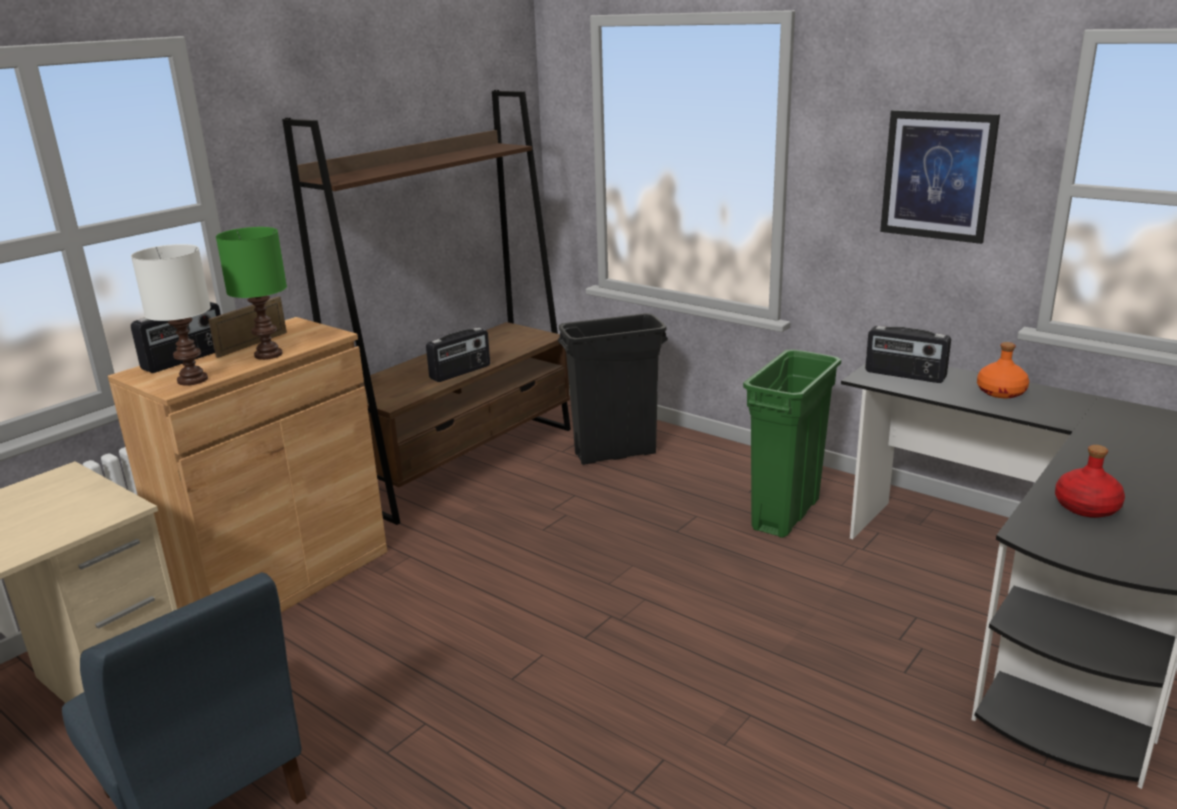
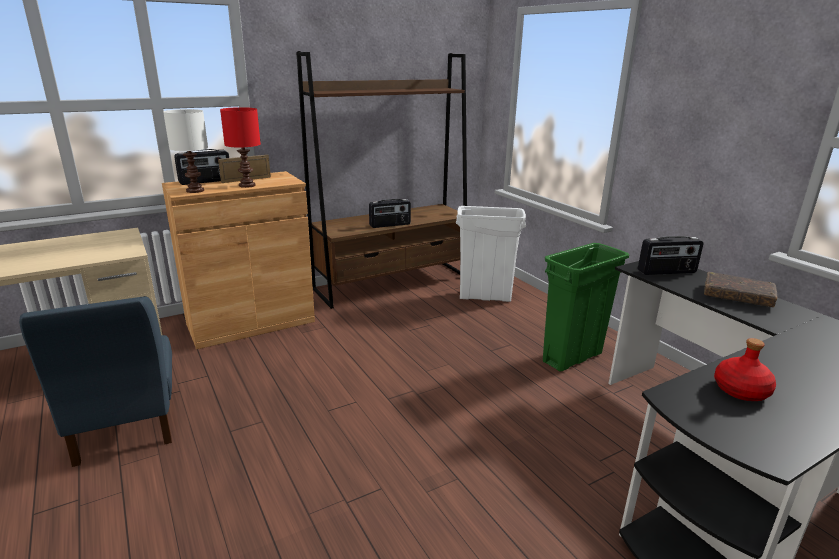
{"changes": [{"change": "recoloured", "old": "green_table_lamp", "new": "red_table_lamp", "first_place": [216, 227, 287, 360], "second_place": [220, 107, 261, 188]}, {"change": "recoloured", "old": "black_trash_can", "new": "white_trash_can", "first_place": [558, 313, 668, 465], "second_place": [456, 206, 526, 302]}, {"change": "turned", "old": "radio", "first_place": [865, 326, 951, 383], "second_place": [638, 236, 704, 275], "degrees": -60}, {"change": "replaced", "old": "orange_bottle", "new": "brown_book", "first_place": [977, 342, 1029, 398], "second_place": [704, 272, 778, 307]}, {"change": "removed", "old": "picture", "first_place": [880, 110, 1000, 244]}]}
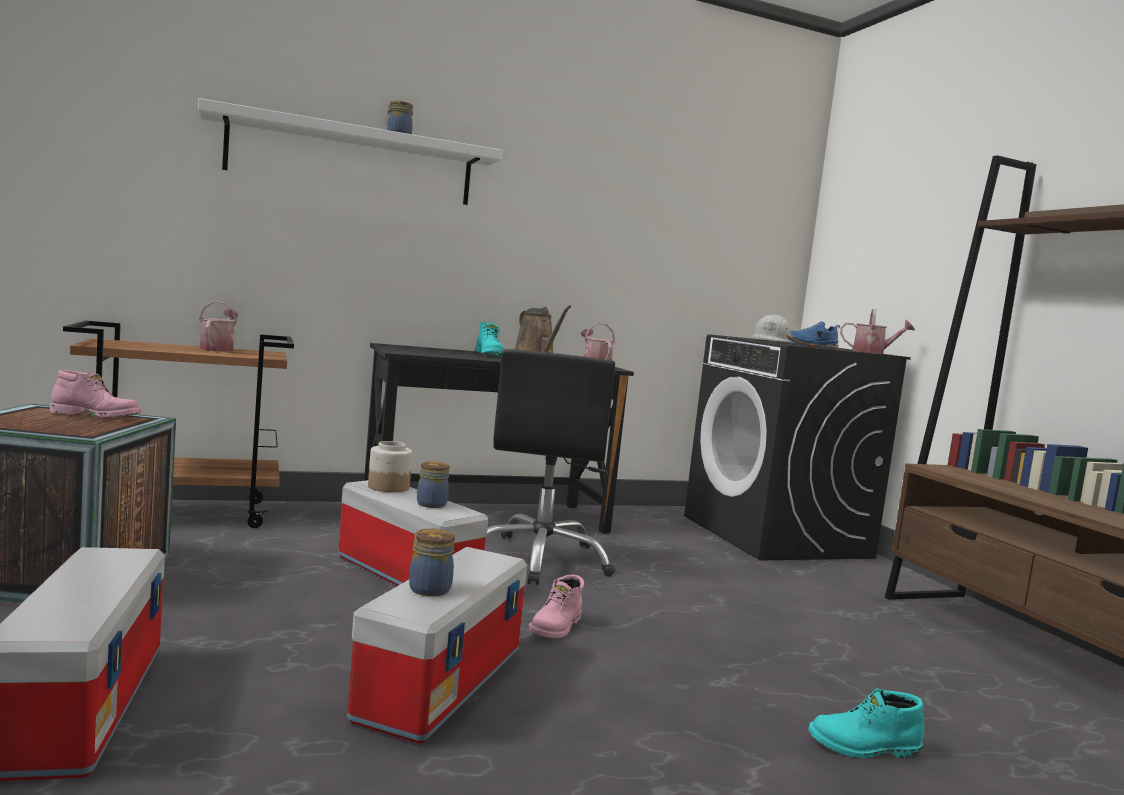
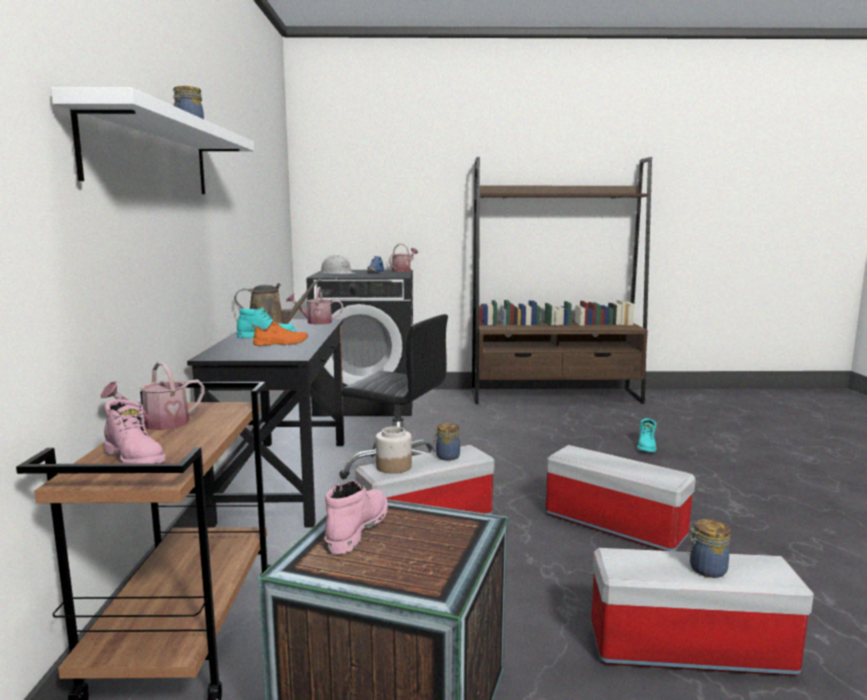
{"changes": [{"change": "turned", "old": "watering_can", "first_place": [199, 301, 238, 352], "second_place": [101, 361, 204, 430], "degrees": -60}, {"change": "moved", "old": "pink_boot", "first_place": [528, 575, 584, 638], "second_place": [104, 399, 166, 464]}, {"change": "added", "new": "orange_shoe", "second_place": [252, 316, 308, 346]}, {"change": "moved", "old": "jar", "first_place": [409, 529, 455, 596], "second_place": [687, 519, 730, 578]}]}
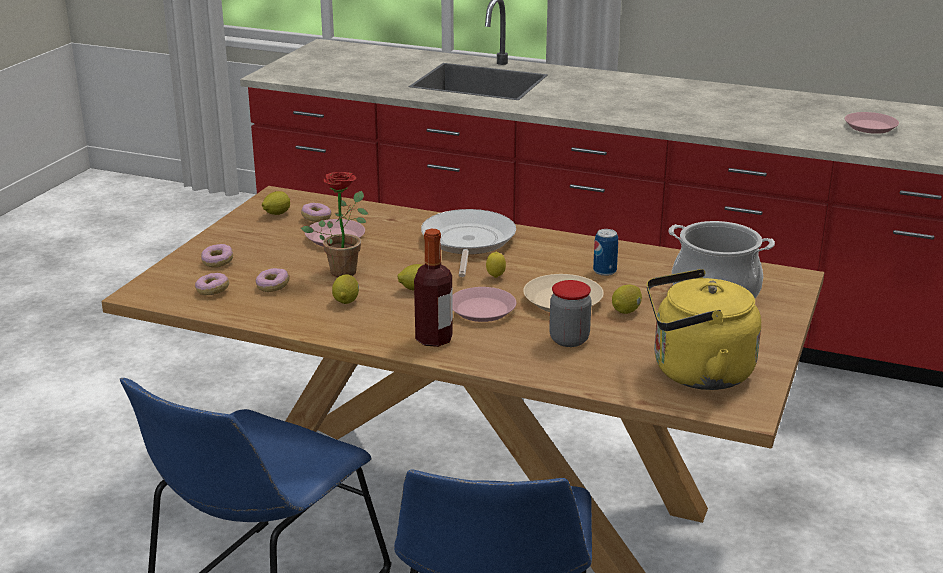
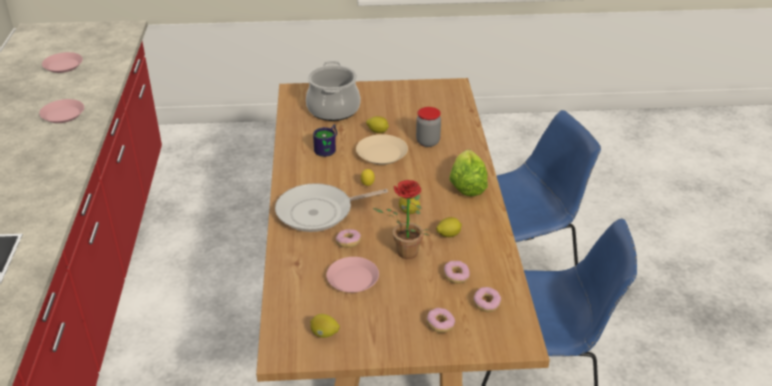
{"changes": [{"change": "moved", "old": "pink_plate", "first_place": [452, 287, 516, 322], "second_place": [39, 99, 84, 123]}, {"change": "replaced", "old": "can", "new": "mug", "first_place": [593, 229, 618, 276], "second_place": [313, 124, 337, 157]}, {"change": "moved", "old": "donut", "first_place": [301, 203, 332, 222], "second_place": [336, 229, 361, 248]}, {"change": "replaced", "old": "bottle", "new": "lettuce", "first_place": [414, 229, 453, 347], "second_place": [450, 150, 488, 196]}, {"change": "removed", "old": "yellow_kettle", "first_place": [647, 269, 761, 390]}]}
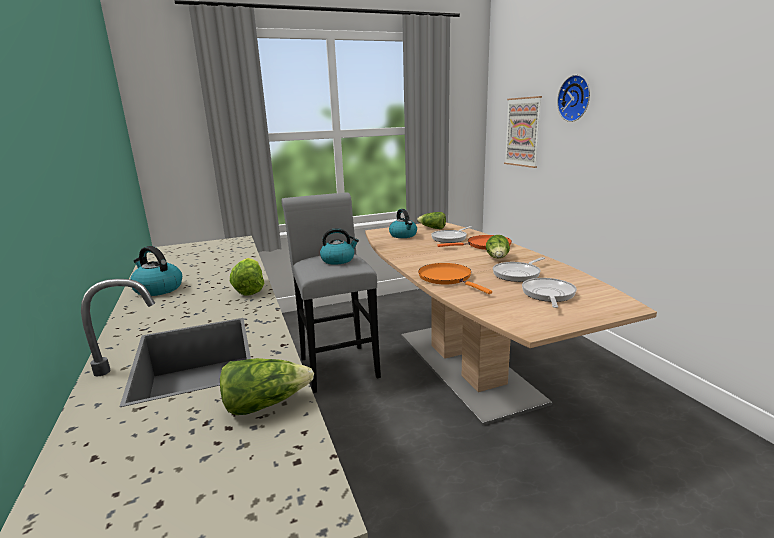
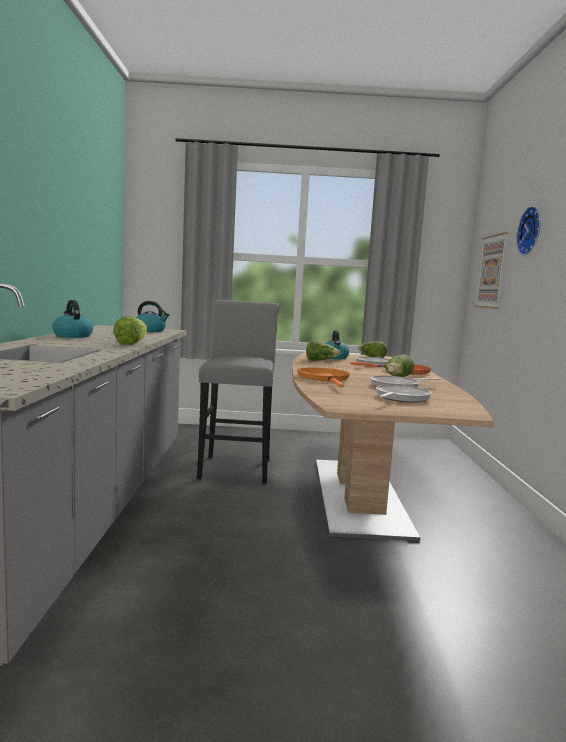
{"changes": [{"change": "moved", "old": "kettle", "first_place": [320, 228, 359, 265], "second_place": [136, 301, 170, 332]}, {"change": "moved", "old": "lettuce", "first_place": [220, 358, 314, 415], "second_place": [306, 341, 340, 361]}]}
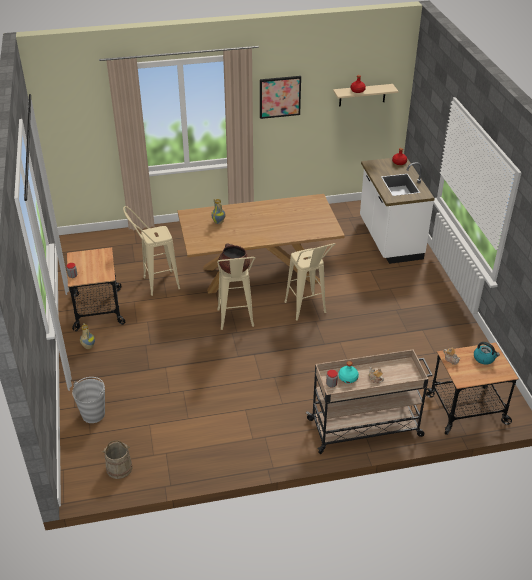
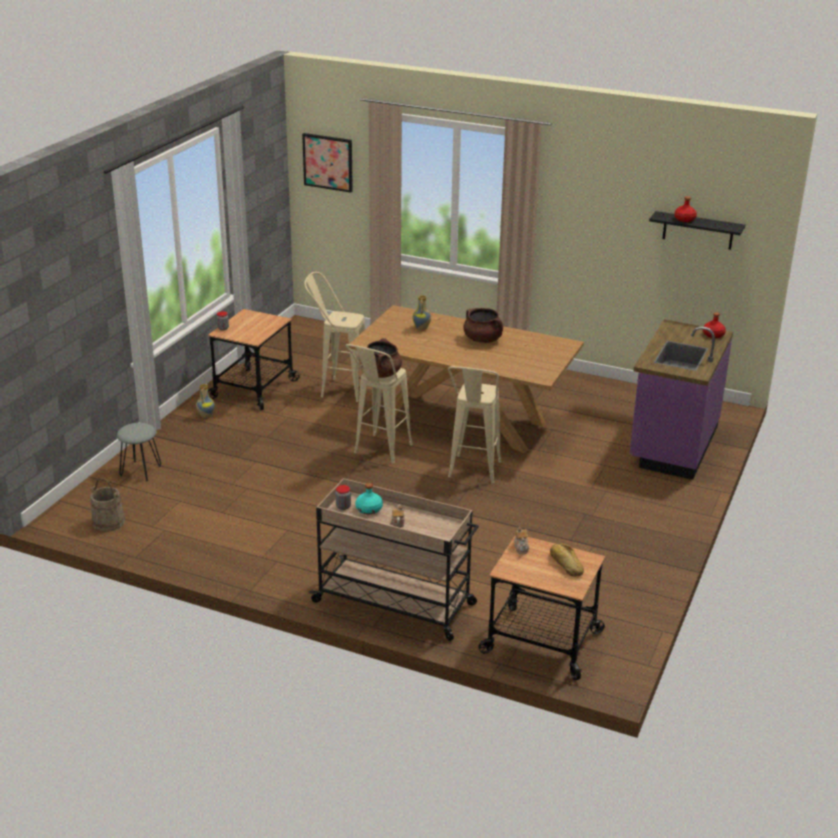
{"changes": [{"change": "replaced", "old": "grey_bucket", "new": "grey_stool", "first_place": [72, 377, 105, 423], "second_place": [117, 423, 161, 481]}, {"change": "moved", "old": "picture", "first_place": [260, 76, 301, 119], "second_place": [302, 133, 353, 193]}, {"change": "added", "new": "brown_cooking_pot", "second_place": [463, 308, 503, 343]}, {"change": "replaced", "old": "kettle", "new": "bread", "first_place": [474, 342, 500, 365], "second_place": [550, 543, 584, 576]}, {"change": "recoloured", "old": "white_counter", "new": "purple_counter", "first_place": [360, 158, 434, 264], "second_place": [630, 320, 733, 480]}, {"change": "recoloured", "old": "beige_shelf", "new": "black_shelf", "first_place": [333, 84, 398, 107], "second_place": [649, 211, 745, 250]}]}
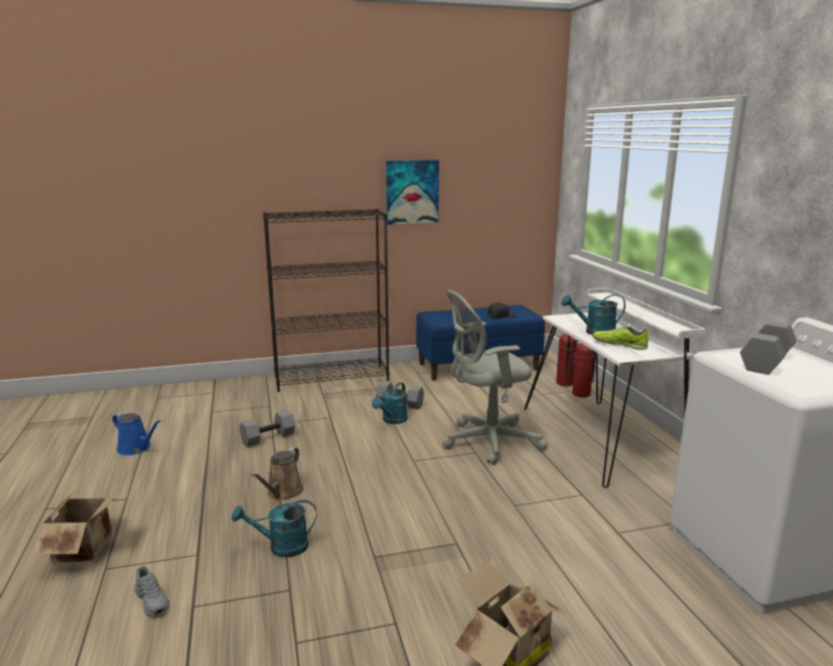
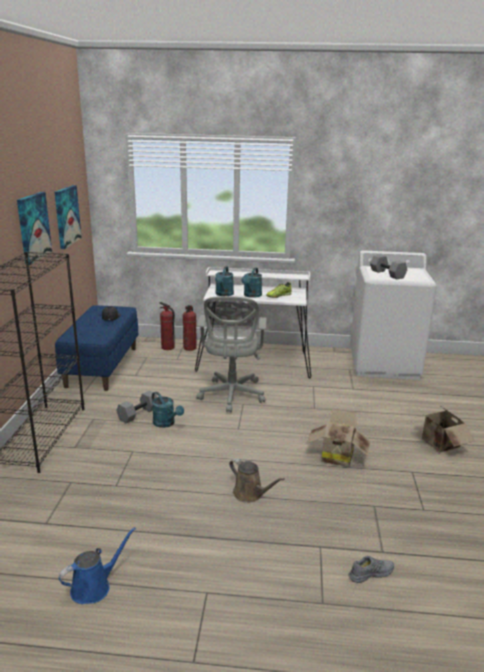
{"changes": [{"change": "added", "new": "picture", "second_place": [55, 185, 82, 249]}, {"change": "moved", "old": "turquoise_watering_can", "first_place": [232, 500, 316, 557], "second_place": [215, 266, 234, 296]}, {"change": "moved", "old": "cardboard_box", "first_place": [33, 485, 123, 563], "second_place": [306, 409, 371, 467]}, {"change": "removed", "old": "grey_dumbbell", "first_place": [239, 410, 295, 447]}]}
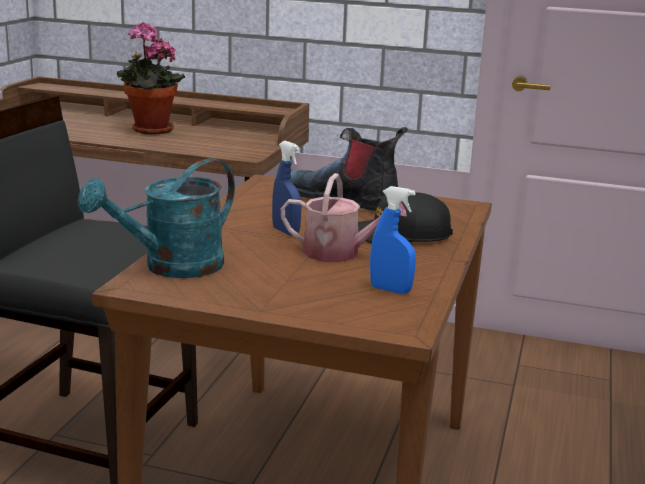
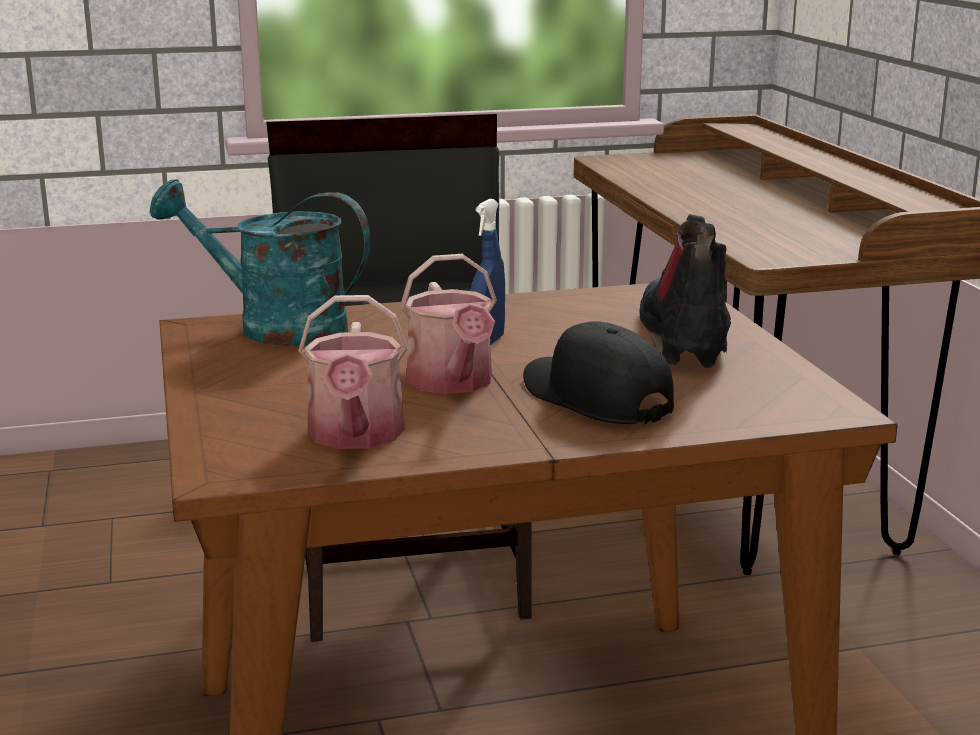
{"changes": [{"change": "replaced", "old": "blue_spray_bottle", "new": "watering_can", "first_place": [370, 186, 416, 294], "second_place": [298, 295, 408, 449]}, {"change": "removed", "old": "potted_plant", "first_place": [117, 22, 185, 134]}]}
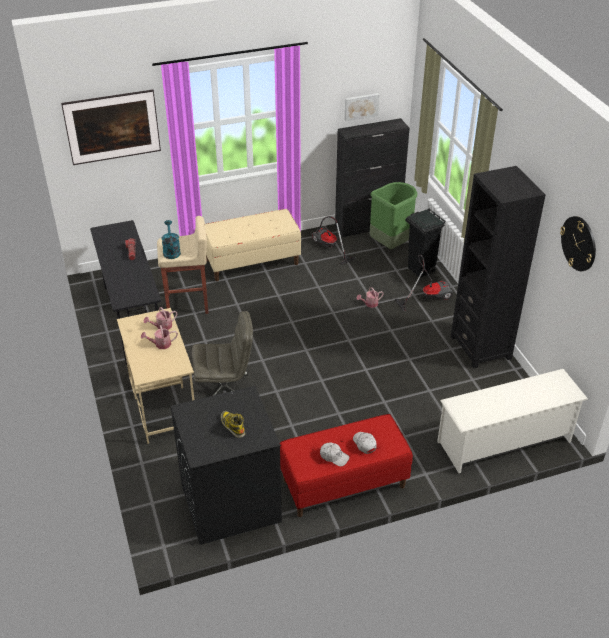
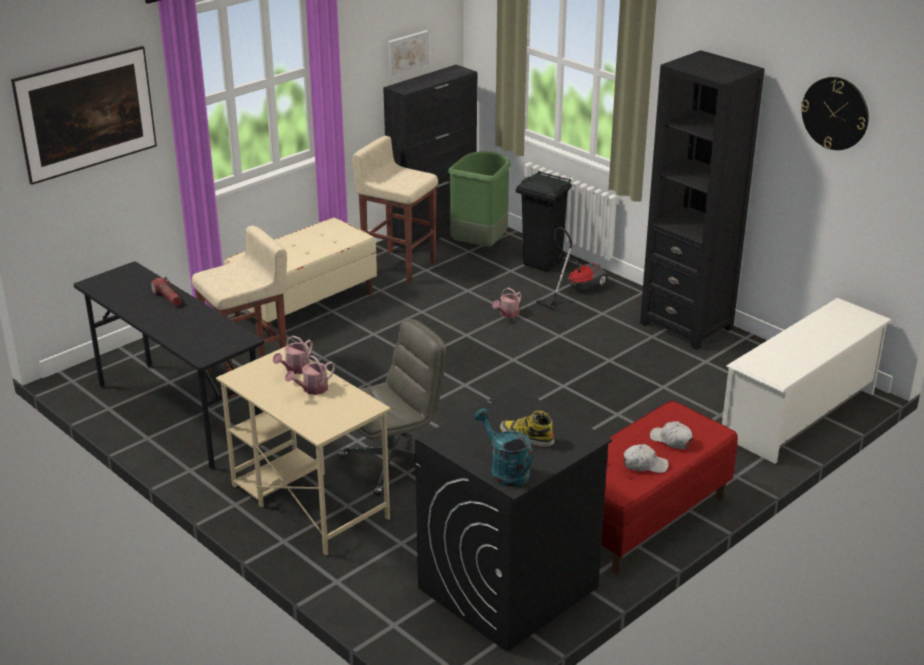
{"changes": [{"change": "replaced", "old": "vacuum_cleaner", "new": "beige_stool", "first_place": [311, 216, 356, 265], "second_place": [352, 136, 438, 283]}, {"change": "moved", "old": "turquoise_watering_can", "first_place": [162, 220, 181, 259], "second_place": [474, 408, 533, 487]}]}
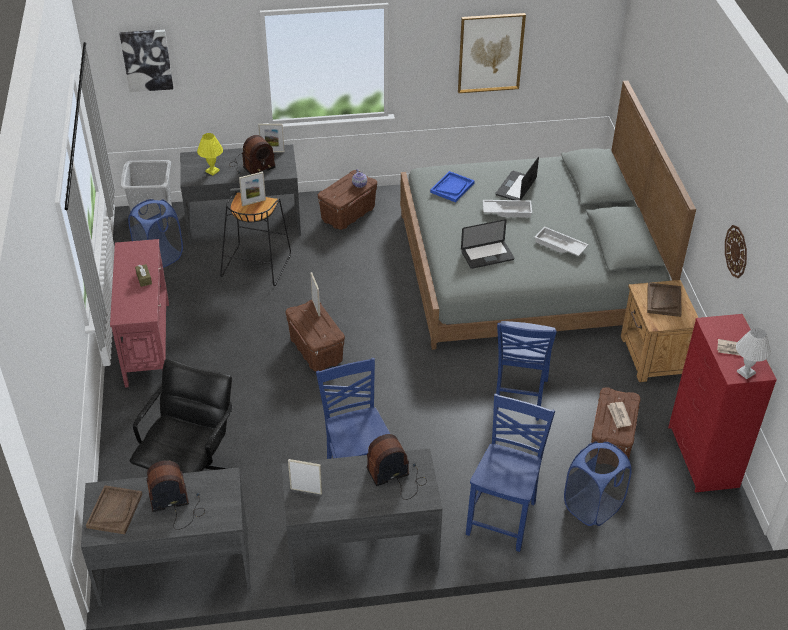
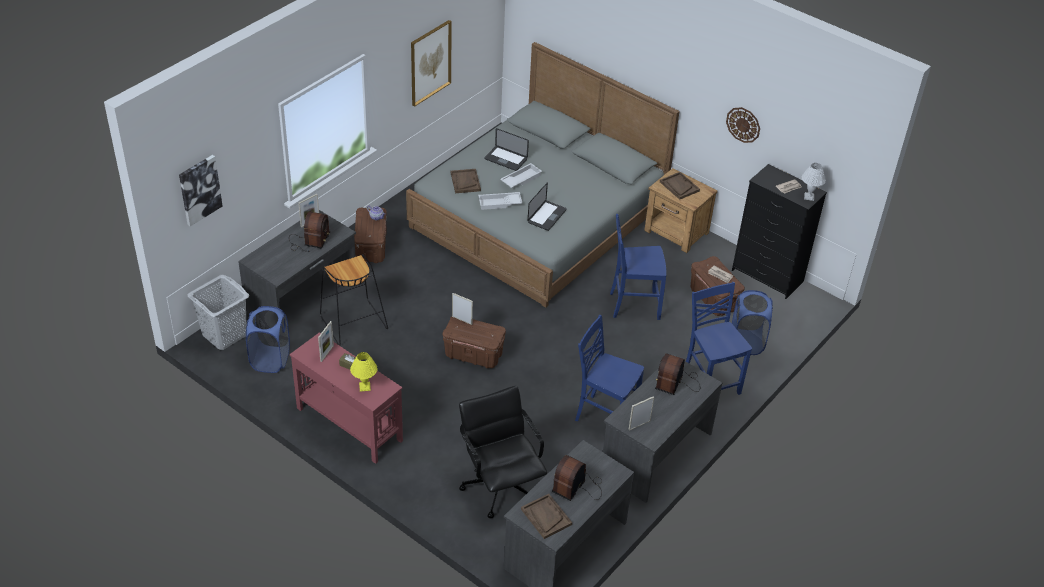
{"changes": [{"change": "moved", "old": "picture_frame", "first_place": [239, 172, 266, 206], "second_place": [318, 321, 334, 362]}, {"change": "moved", "old": "yellow_table_lamp", "first_place": [197, 133, 223, 175], "second_place": [350, 352, 378, 391]}, {"change": "recoloured", "old": "blue_tray", "new": "brown_tray", "first_place": [430, 171, 475, 202], "second_place": [451, 169, 481, 193]}, {"change": "moved", "old": "white_tray", "first_place": [534, 226, 589, 256], "second_place": [478, 192, 522, 210]}, {"change": "turned", "old": "laptop", "first_place": [496, 156, 539, 200], "second_place": [484, 128, 529, 171], "degrees": -45}, {"change": "turned", "old": "blue_chair", "first_place": [496, 321, 557, 421], "second_place": [610, 214, 667, 320], "degrees": 120}, {"change": "recoloured", "old": "red_dresser", "new": "black_dresser", "first_place": [668, 314, 777, 493], "second_place": [732, 164, 827, 299]}]}
